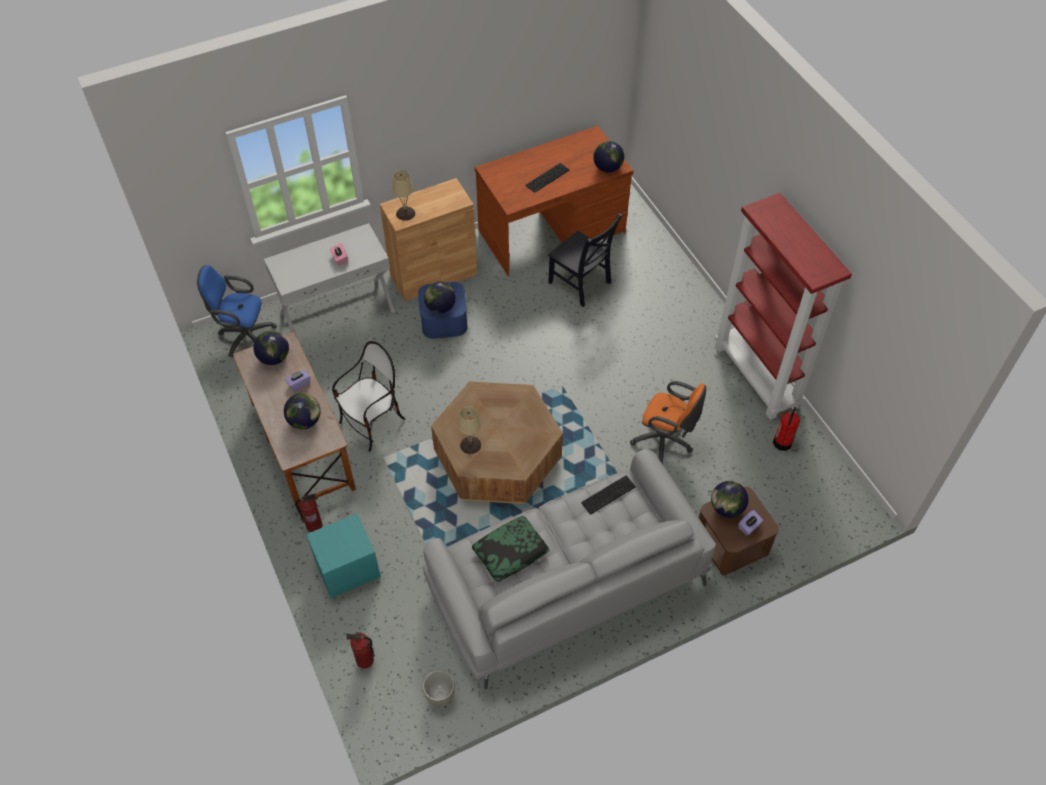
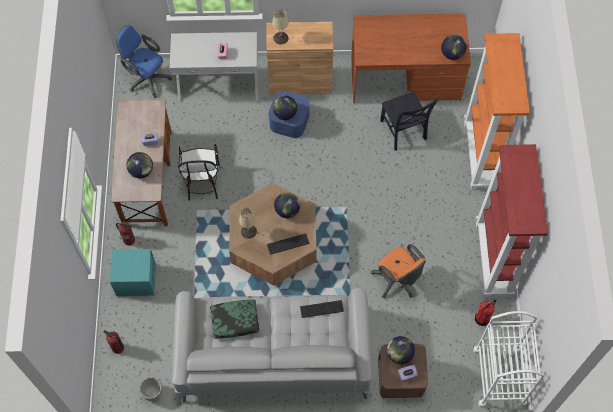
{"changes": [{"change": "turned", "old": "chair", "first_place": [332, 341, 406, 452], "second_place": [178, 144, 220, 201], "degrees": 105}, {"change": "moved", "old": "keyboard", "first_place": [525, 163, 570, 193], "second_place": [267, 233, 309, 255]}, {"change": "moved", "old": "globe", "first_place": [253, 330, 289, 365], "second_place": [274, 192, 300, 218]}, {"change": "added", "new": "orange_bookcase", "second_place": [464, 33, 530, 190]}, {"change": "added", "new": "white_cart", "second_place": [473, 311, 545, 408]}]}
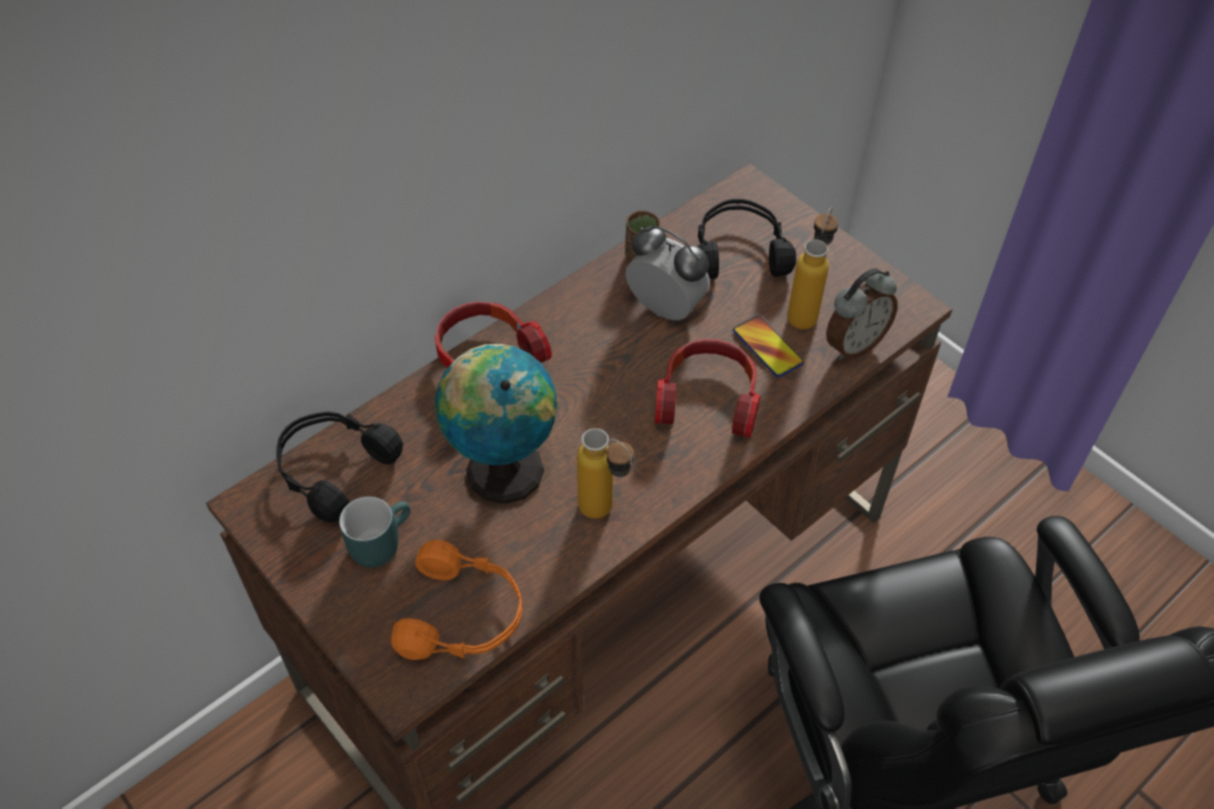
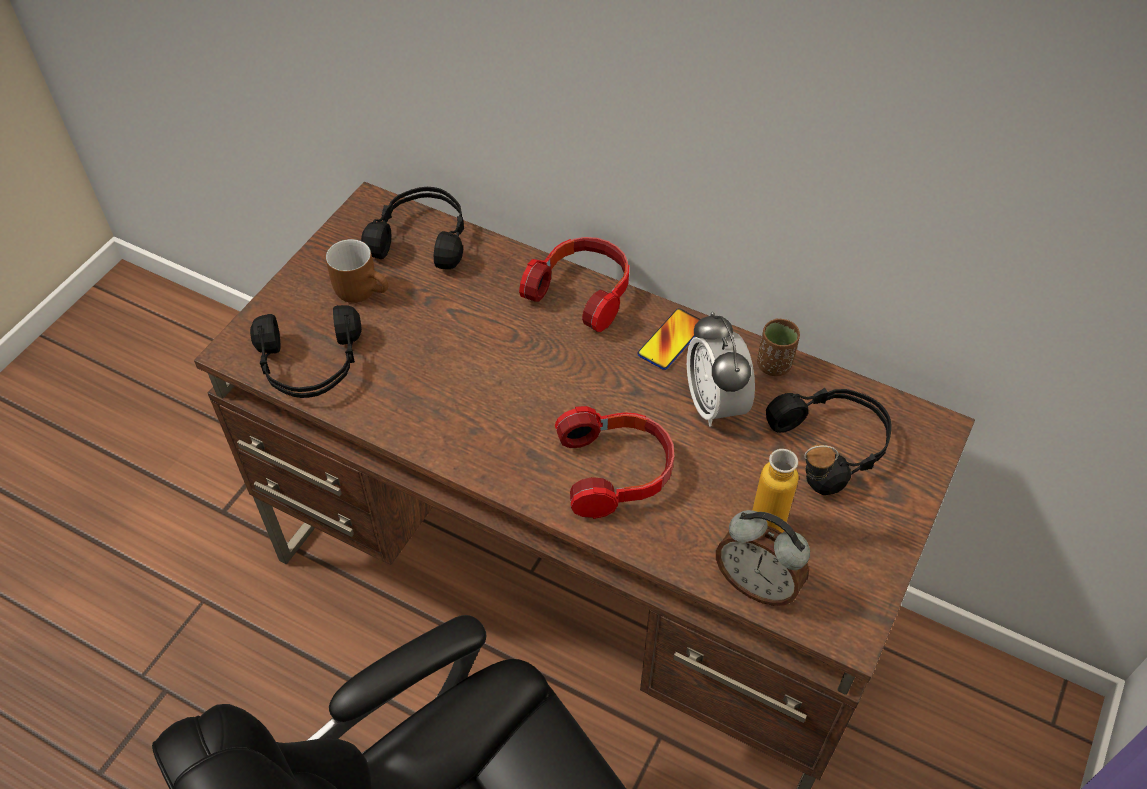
{"changes": [{"change": "recoloured", "old": "orange_headphones", "new": "black_headphones", "first_place": [391, 540, 522, 660], "second_place": [250, 305, 362, 398]}, {"change": "recoloured", "old": "turquoise_mug", "new": "brown_mug", "first_place": [339, 496, 411, 568], "second_place": [325, 239, 388, 303]}, {"change": "moved", "old": "phone", "first_place": [733, 315, 804, 377], "second_place": [637, 308, 701, 370]}, {"change": "turned", "old": "alarm_clock", "first_place": [625, 226, 710, 320], "second_place": [687, 312, 755, 427], "degrees": 150}, {"change": "removed", "old": "globe", "first_place": [435, 344, 557, 504]}, {"change": "removed", "old": "bottle", "first_place": [577, 428, 634, 519]}]}
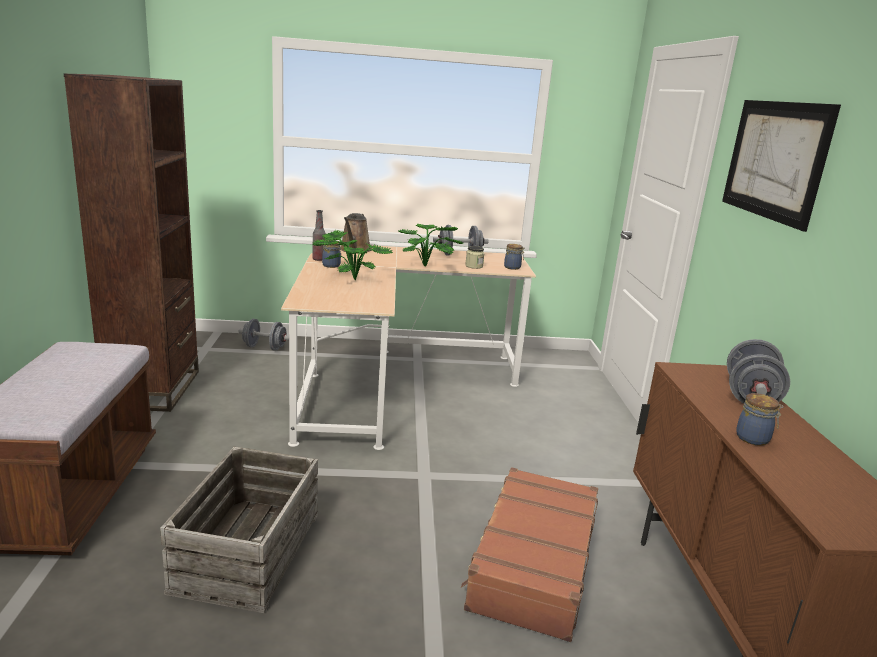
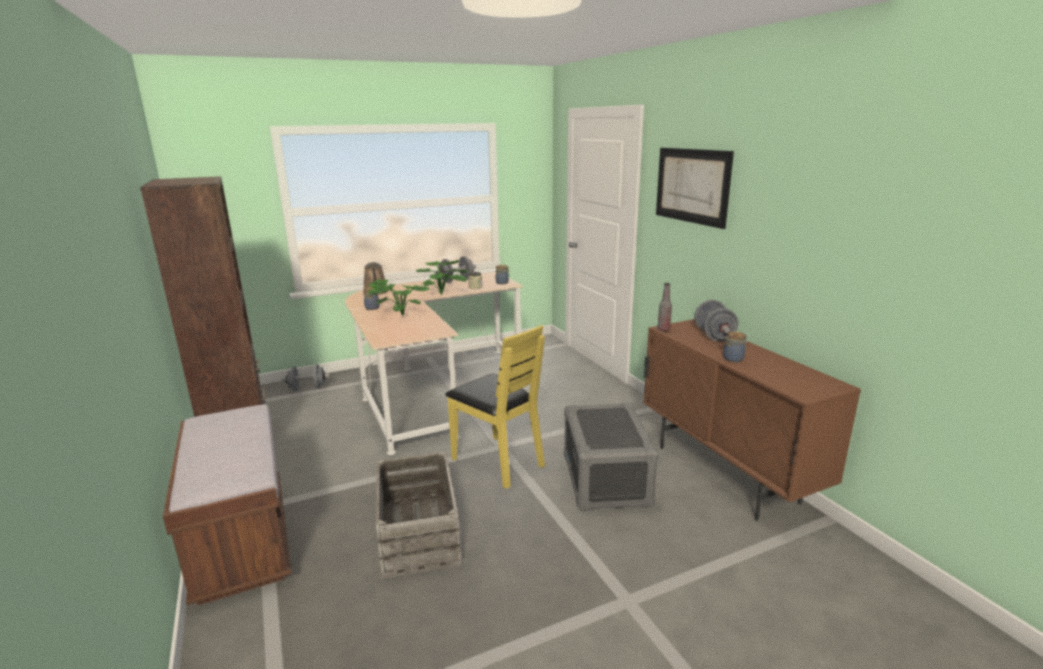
{"changes": [{"change": "added", "new": "yellow_chair", "second_place": [445, 325, 545, 489]}, {"change": "replaced", "old": "brown_suitcase", "new": "grey_storage_box", "first_place": [461, 467, 598, 642], "second_place": [564, 403, 659, 511]}, {"change": "moved", "old": "bottle", "first_place": [312, 210, 326, 261], "second_place": [657, 283, 672, 331]}]}
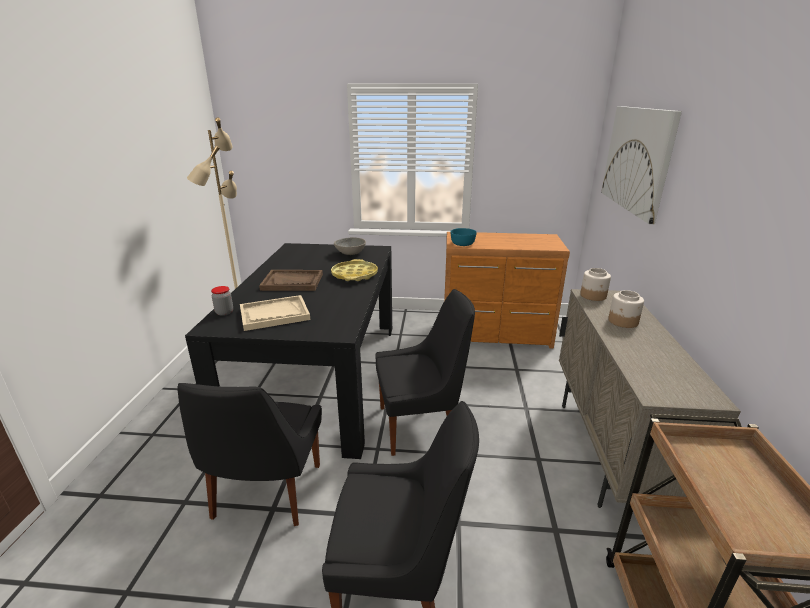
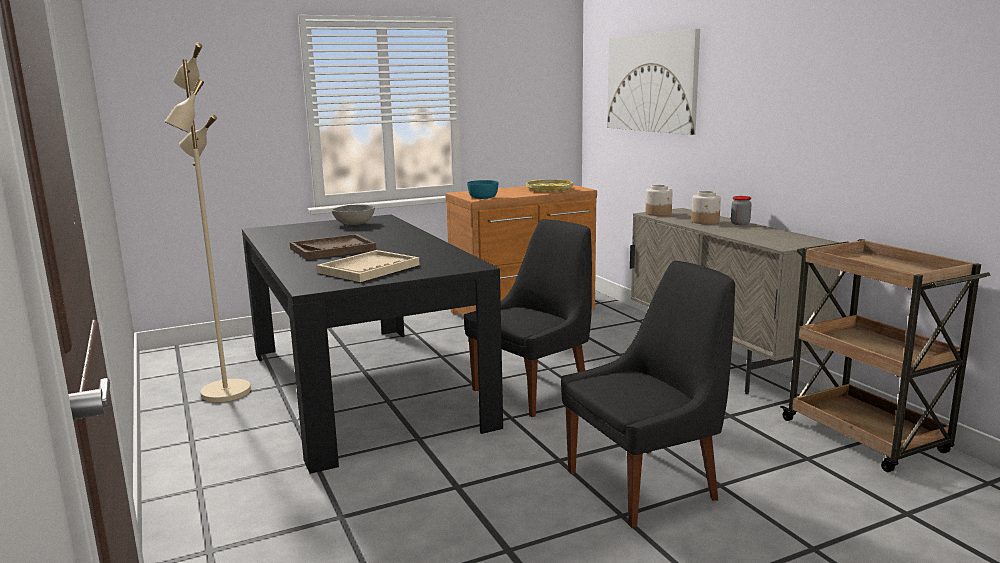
{"changes": [{"change": "moved", "old": "yellow_tray", "first_place": [331, 259, 378, 281], "second_place": [526, 180, 573, 193]}, {"change": "moved", "old": "jar", "first_place": [211, 286, 233, 316], "second_place": [731, 196, 752, 225]}, {"change": "removed", "old": "black_chair", "first_place": [177, 383, 322, 526]}]}
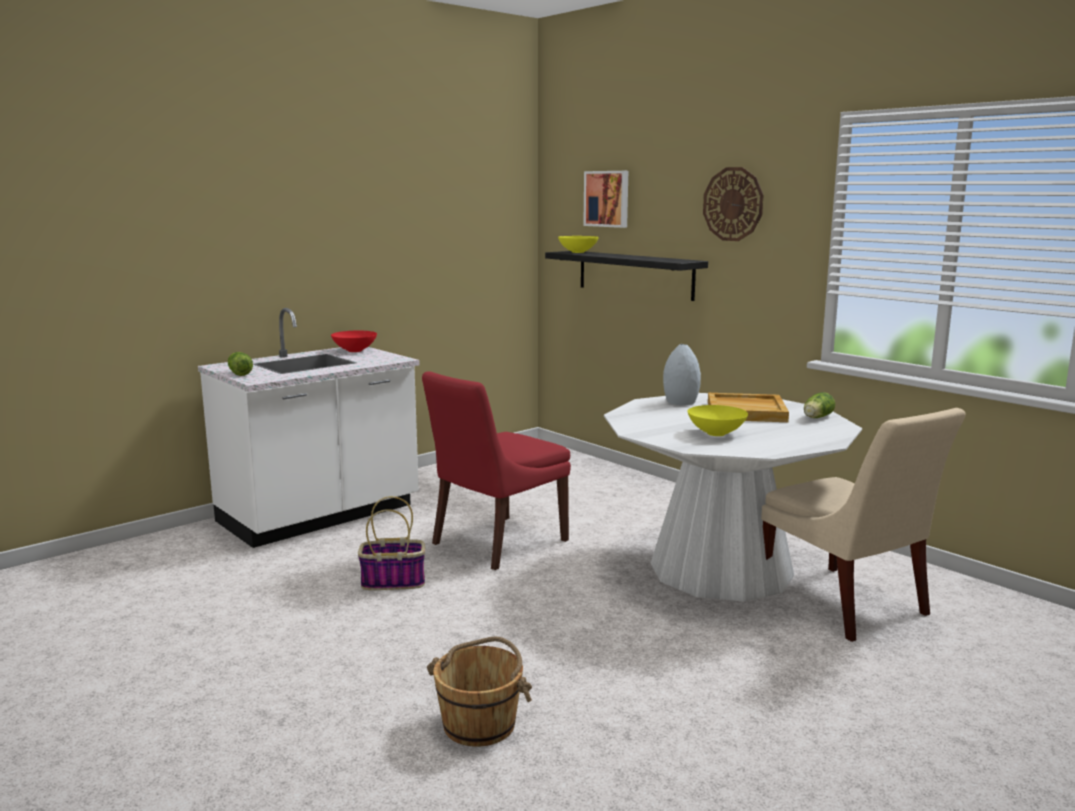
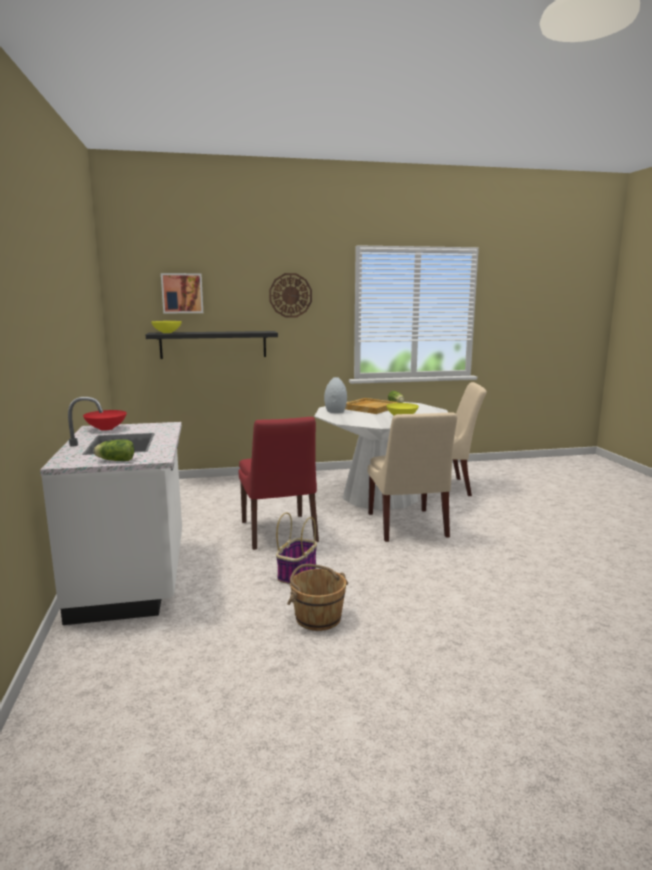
{"changes": [{"change": "moved", "old": "brown_bucket", "first_place": [427, 636, 532, 747], "second_place": [287, 564, 348, 631]}, {"change": "added", "new": "beige_chair", "second_place": [368, 412, 457, 542]}]}
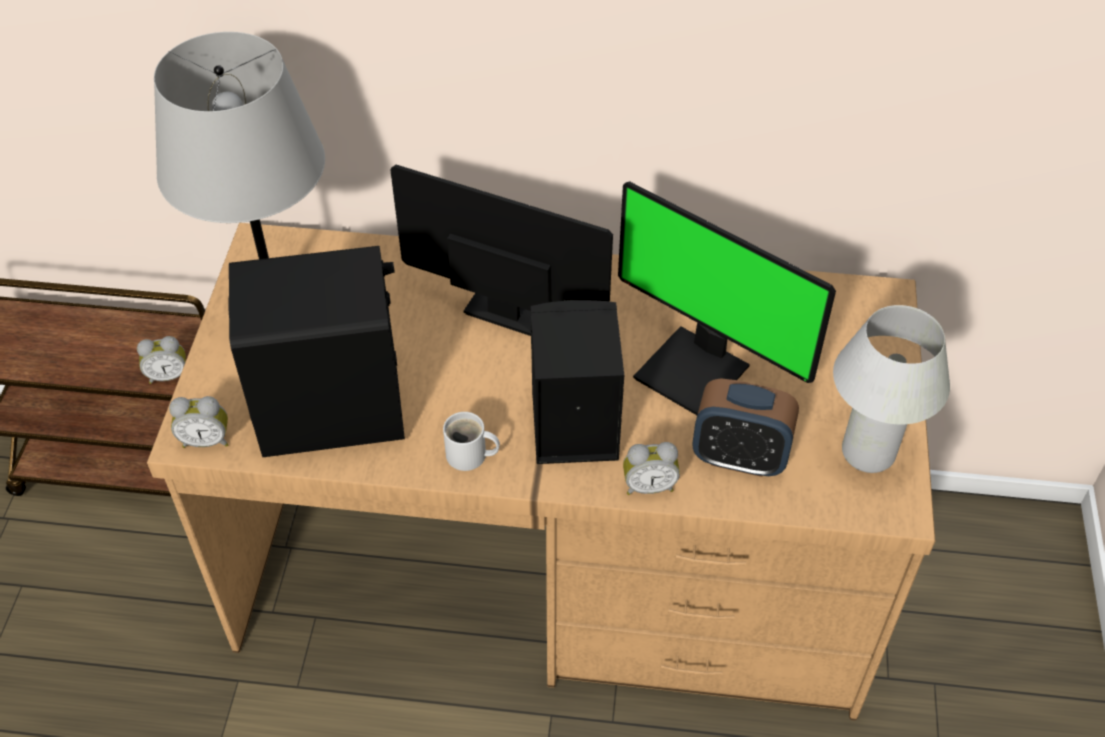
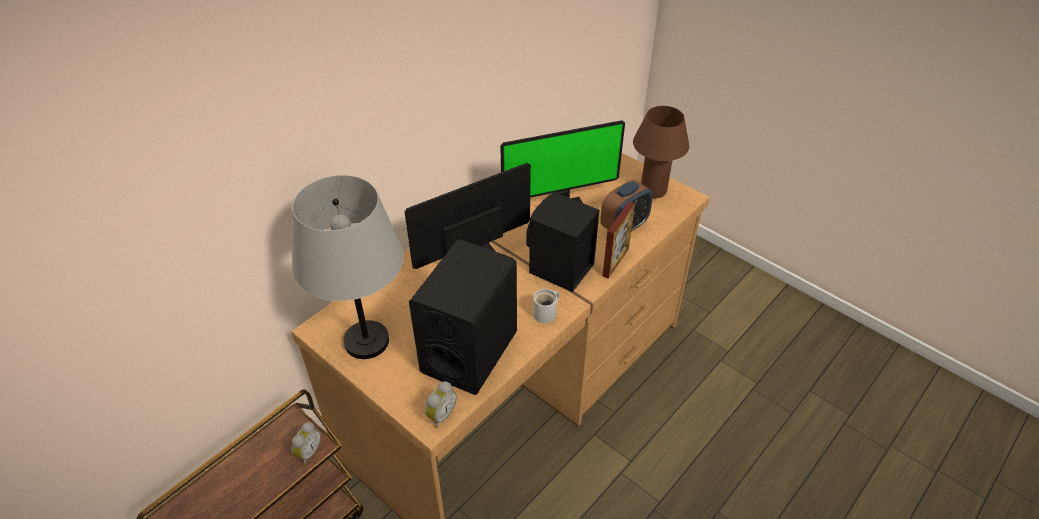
{"changes": [{"change": "replaced", "old": "alarm_clock", "new": "picture_frame", "first_place": [623, 442, 680, 495], "second_place": [603, 201, 635, 279]}, {"change": "recoloured", "old": "white_table_lamp", "new": "brown_table_lamp", "first_place": [833, 305, 950, 473], "second_place": [633, 106, 689, 198]}]}
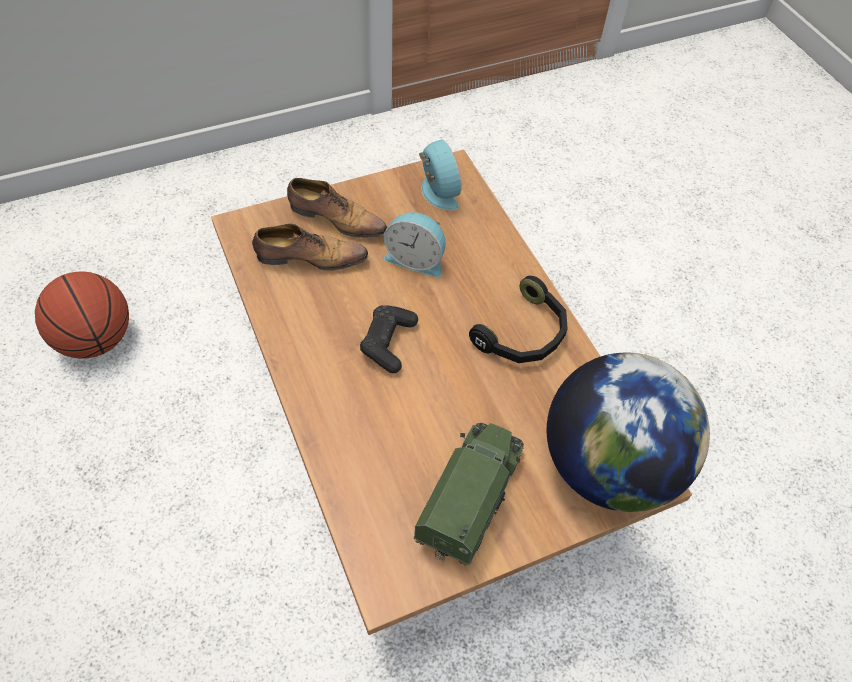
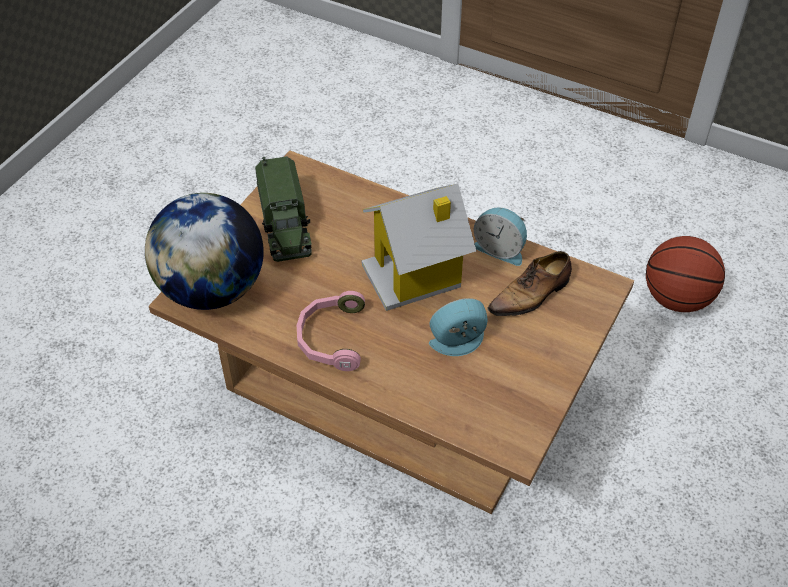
{"changes": [{"change": "recoloured", "old": "black_headphones", "new": "pink_headphones", "first_place": [469, 275, 568, 363], "second_place": [297, 291, 365, 371]}, {"change": "replaced", "old": "black_game_controller", "new": "toy_house", "first_place": [360, 305, 418, 373], "second_place": [362, 184, 476, 311]}, {"change": "moved", "old": "alarm_clock", "first_place": [419, 139, 462, 210], "second_place": [474, 207, 527, 266]}, {"change": "removed", "old": "shoe", "first_place": [287, 178, 387, 238]}]}
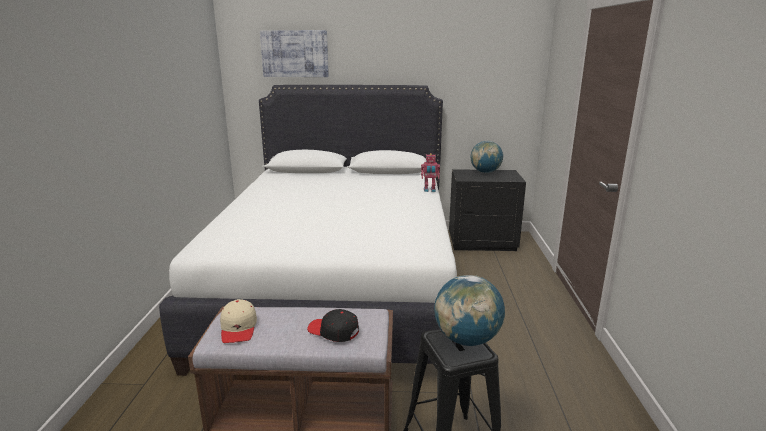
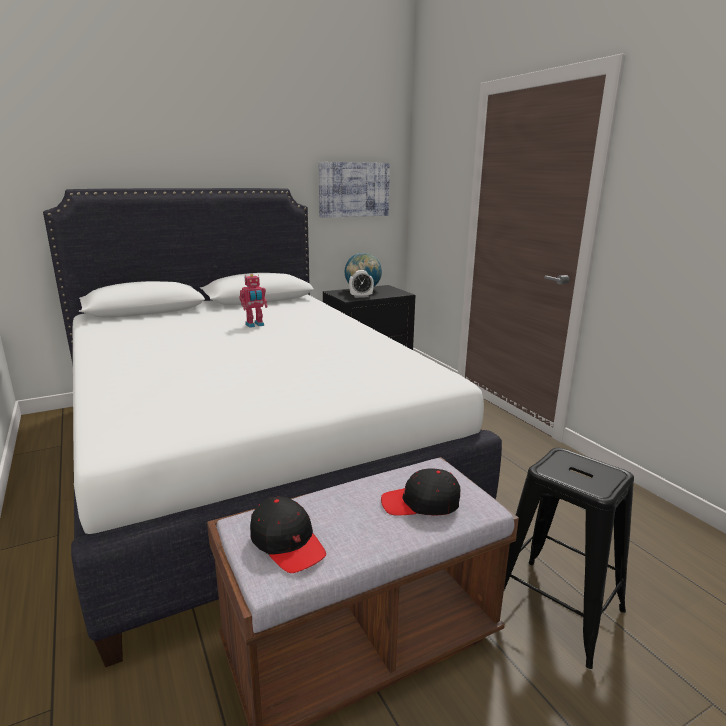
{"changes": [{"change": "moved", "old": "toy_robot", "first_place": [421, 153, 440, 192], "second_place": [239, 274, 268, 328]}, {"change": "recoloured", "old": "beige_cap", "new": "black_cap", "first_place": [220, 299, 257, 343], "second_place": [250, 496, 326, 573]}, {"change": "moved", "old": "picture", "first_place": [260, 30, 329, 77], "second_place": [318, 162, 390, 218]}, {"change": "added", "new": "alarm_clock", "second_place": [349, 270, 374, 298]}, {"change": "removed", "old": "globe", "first_place": [434, 275, 505, 346]}]}
